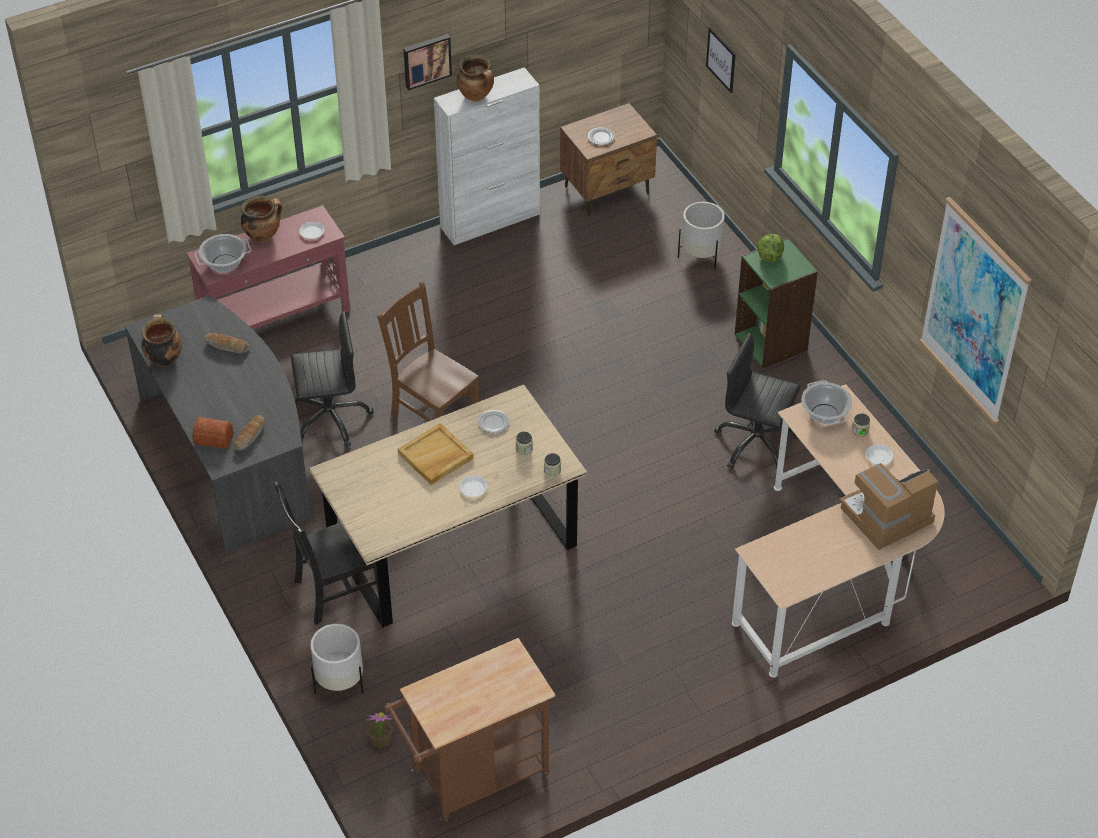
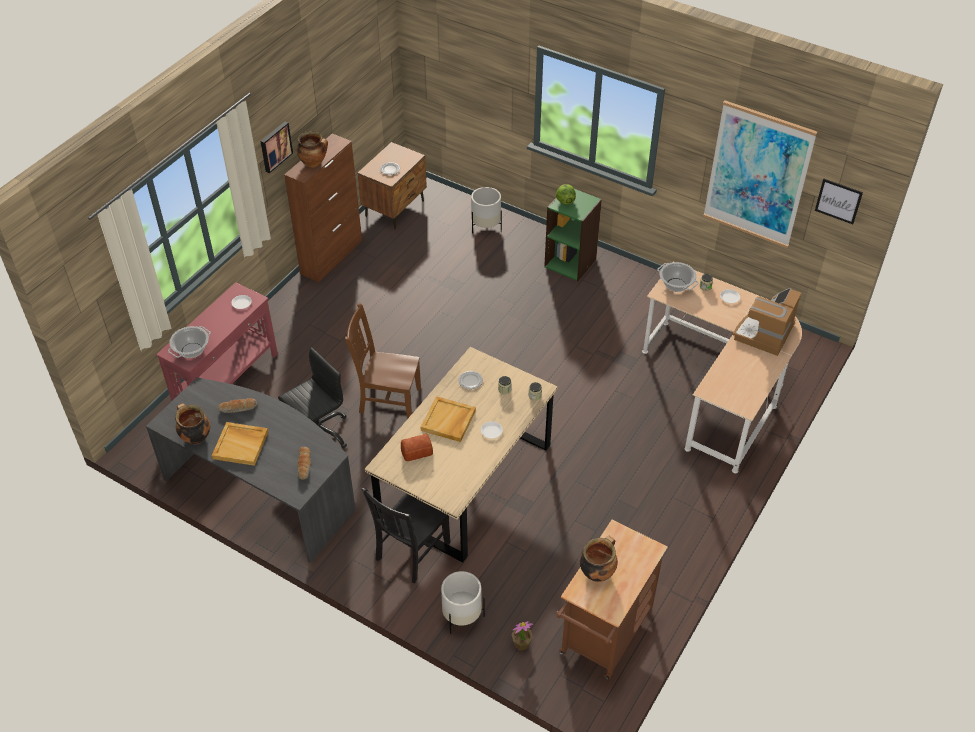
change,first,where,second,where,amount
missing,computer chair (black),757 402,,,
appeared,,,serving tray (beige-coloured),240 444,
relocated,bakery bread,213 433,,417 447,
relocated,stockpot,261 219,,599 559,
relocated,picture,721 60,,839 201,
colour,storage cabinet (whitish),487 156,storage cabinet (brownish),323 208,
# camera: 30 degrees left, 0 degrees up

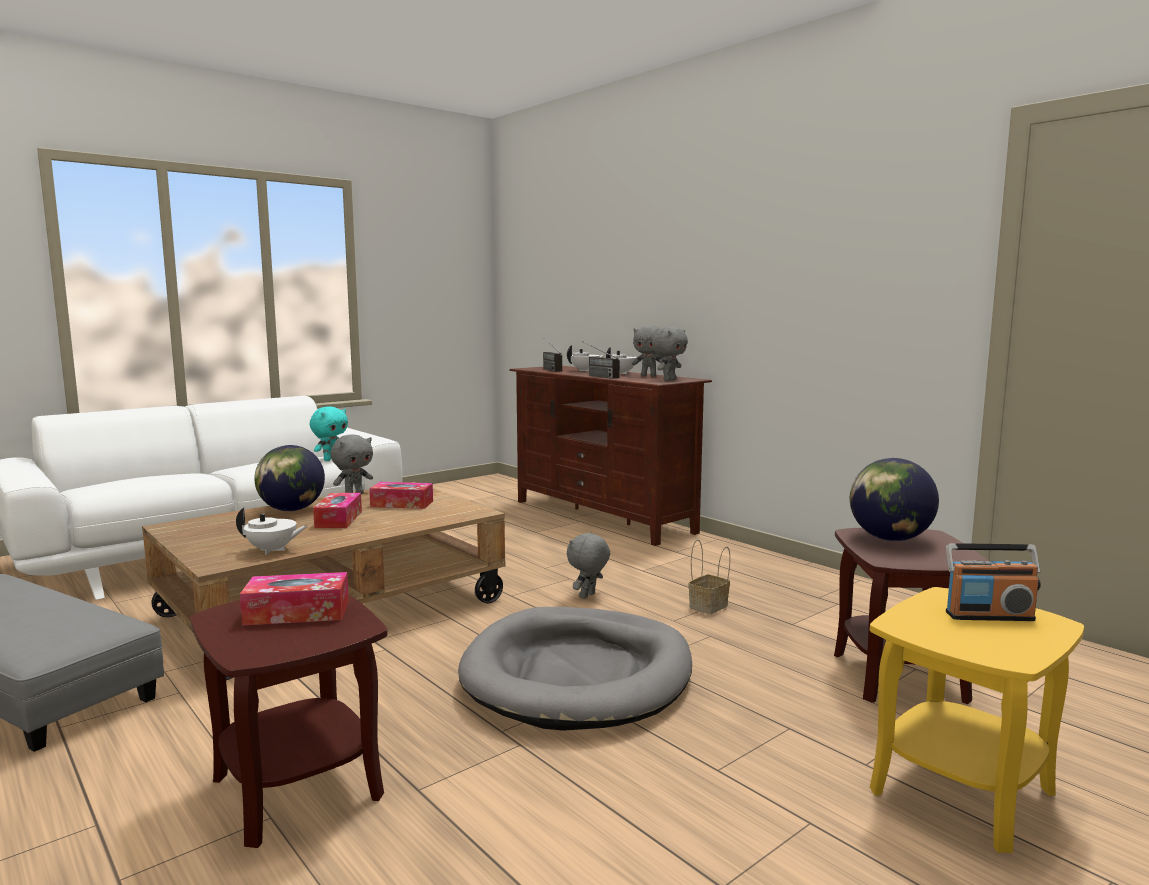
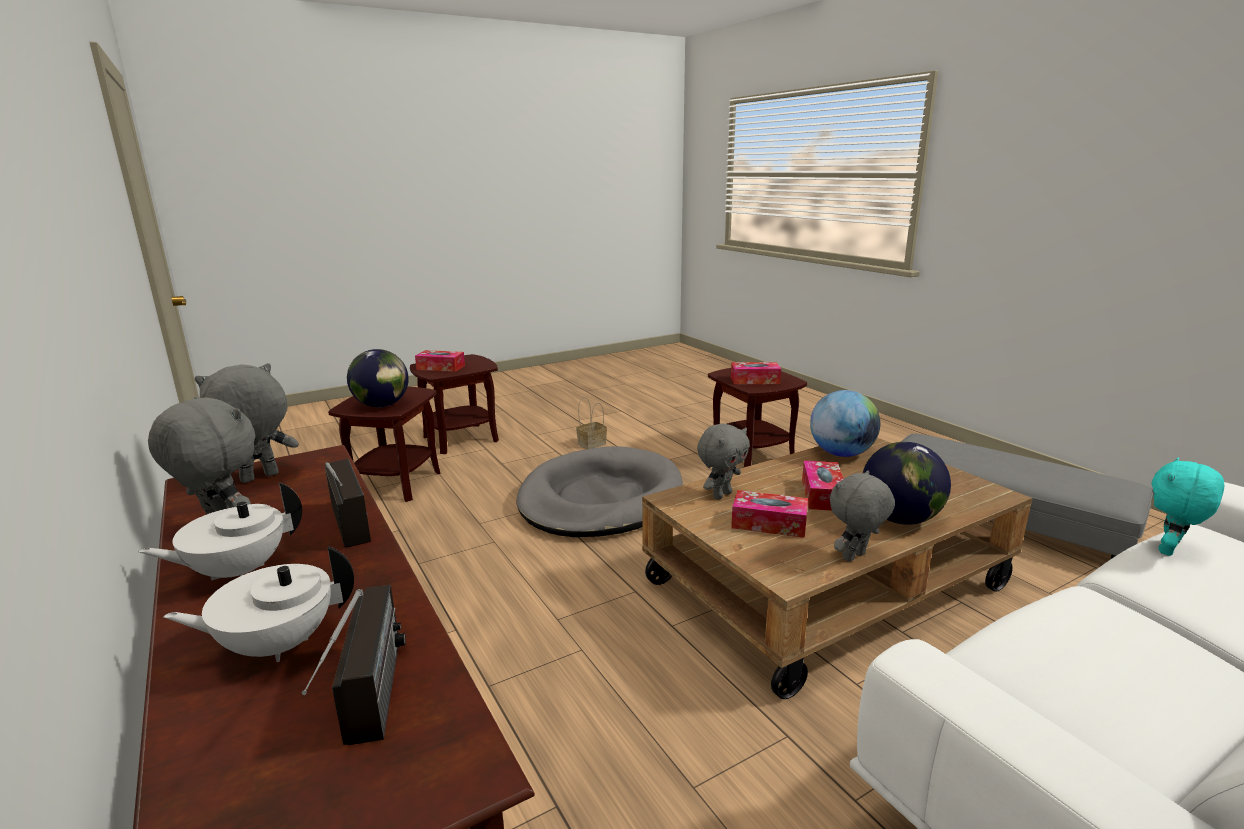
change,first,where,second,where,amount
relocated,soft toy (turquoise),329 434,,1187 506,
relocated,soft toy (grey),588 565,,723 461,
relocated,basket,709 577,,591 423,
exchanged,teapot (whitish),272 531,world globe,845 423,
exchanged,radio set,993 582,tissue holder,440 361,
colour,side table (yellow-coloured),977 720,side table (brownish),454 404,
# camera: 170 degrees left, 10 degrees up

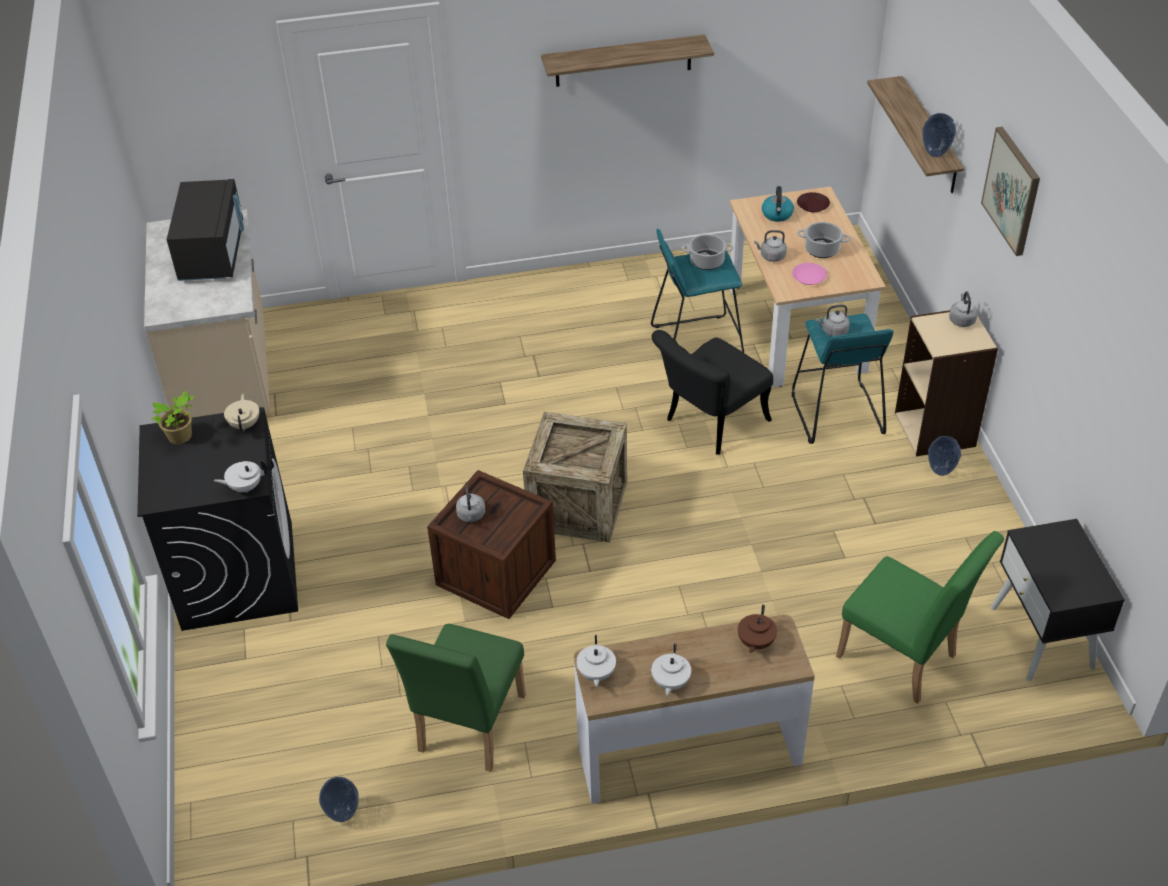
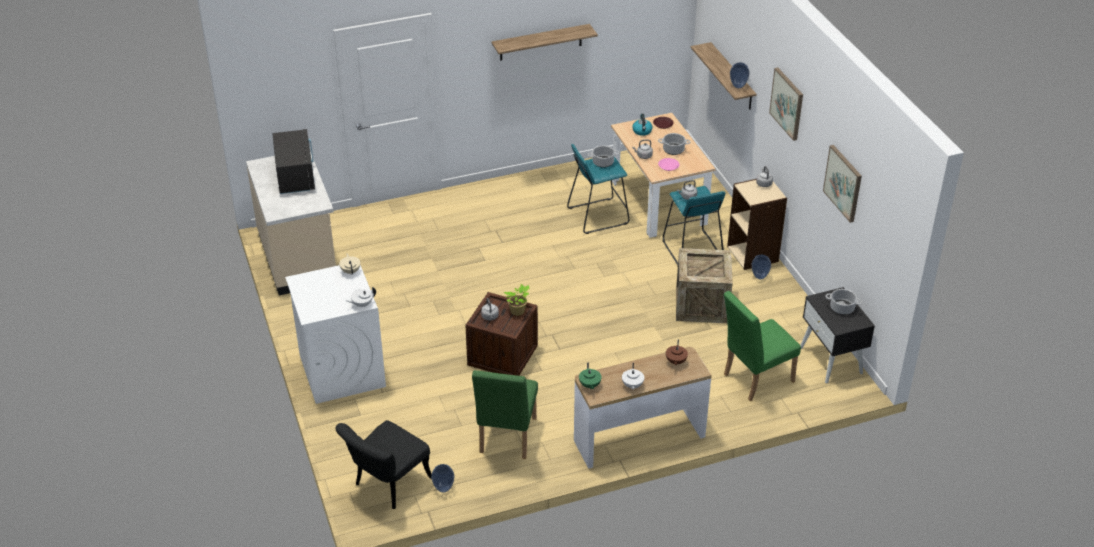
change,first,where,second,where,amount
appeared,,,picture,842 184,
appeared,,,stockpot,843 302,
relocated,houseplant,172 417,,516 300,
relocated,crate,575 477,,704 285,
relocated,chair (black),712 392,,384 464,
colour,laundry machine (black),217 519,laundry machine (whitish),335 334,
colour,teapot (whitish),596 661,teapot (greenish),590 376,
spun,chair (greenish),920 617,,762 346,120 degrees clockwise
# camera: 10 degrees left, 5 degrees down

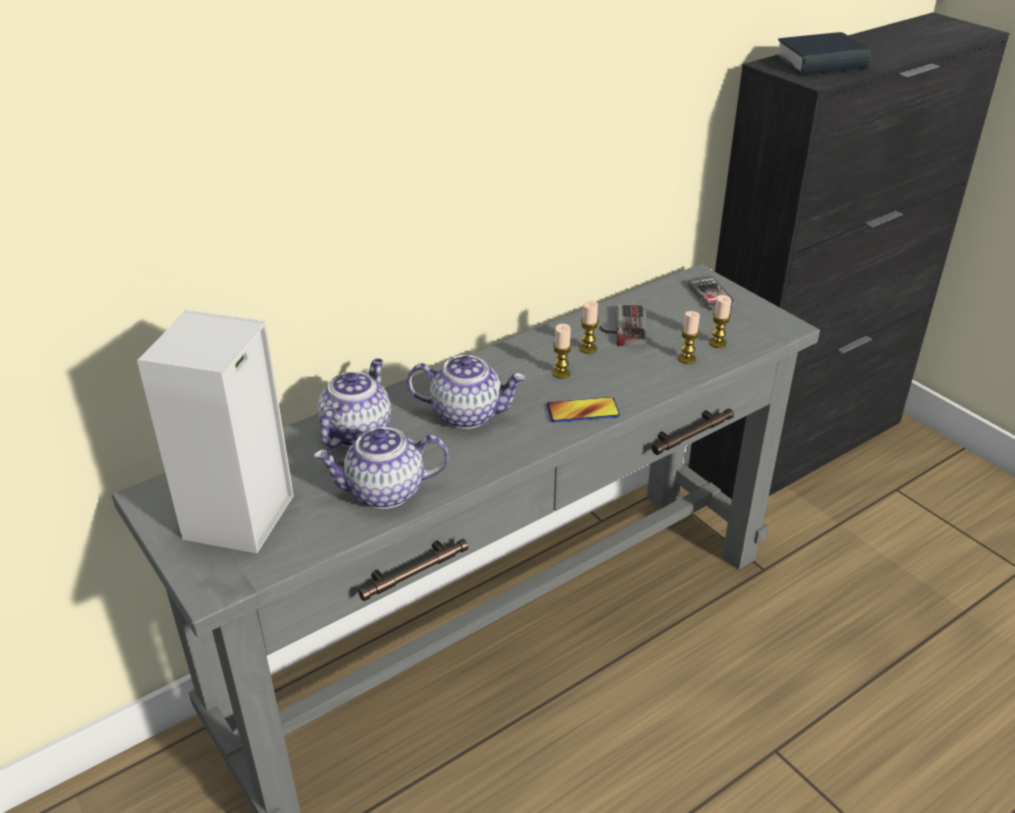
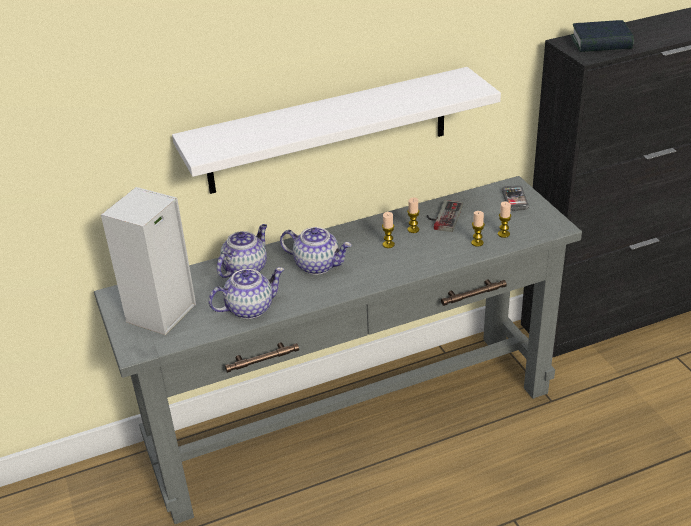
change,first,where,second,where,amount
missing,telephone,583 409,,,
appeared,,,shelf (whitish),336 130,
spun,teapot,381 468,,246 293,150 degrees clockwise
# camera: 15 degrees right, 0 degrees up

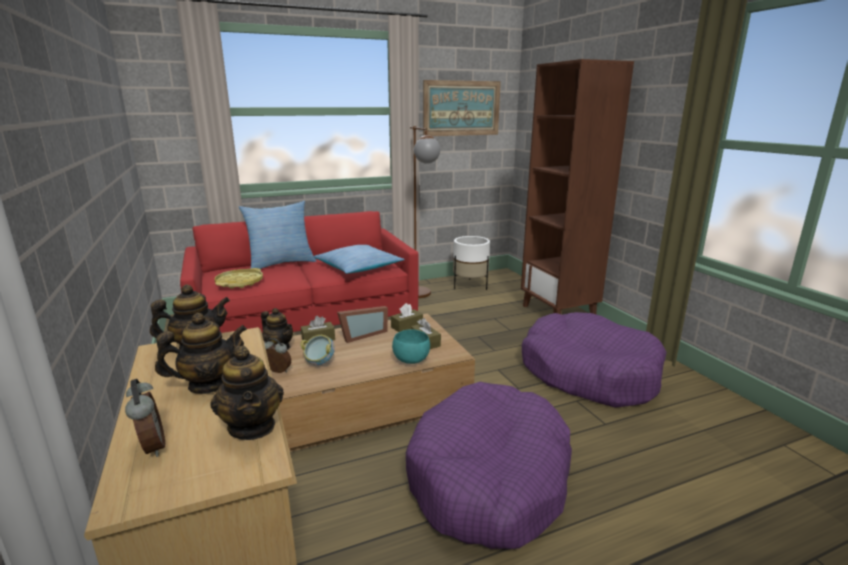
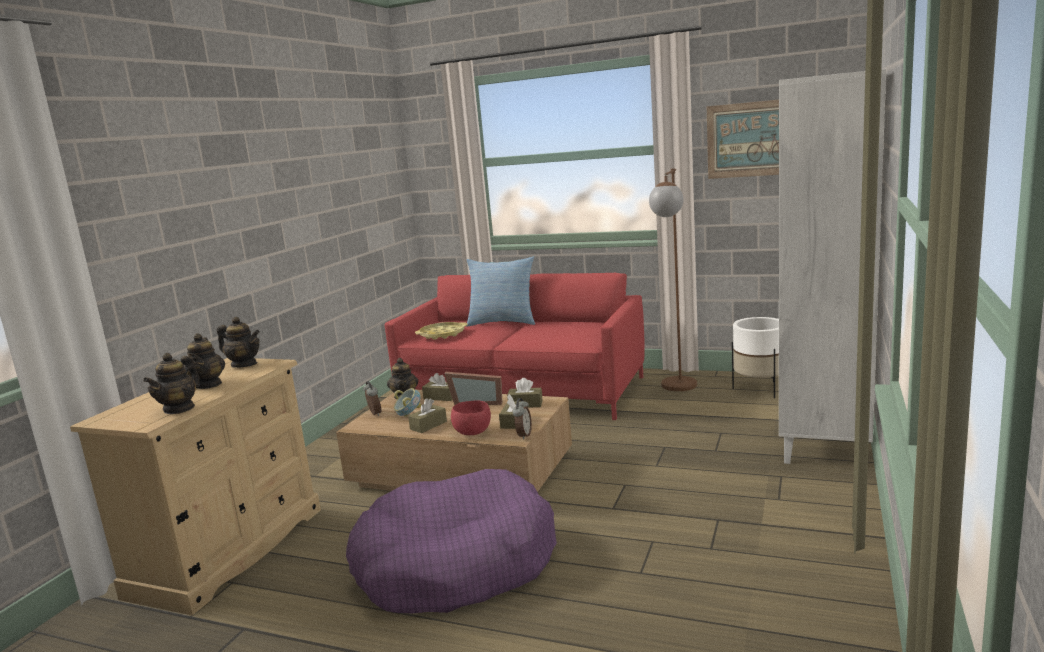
change,first,where,second,where,amount
missing,throw pillow,359 259,,,
missing,dog bed (purple-coloured),594 360,,,
appeared,,,tissue holder (brownish),427 415,
relocated,bedside clock,145 418,,522 419,
colour,serving bowl (turquoise),411 346,serving bowl (red),471 417,
colour,bookshelf (brownish),577 186,bookshelf (whitish),832 266,
spun,teapot,201 353,,204 361,60 degrees clockwise
# camera: 45 degrees right, 5 degrees down

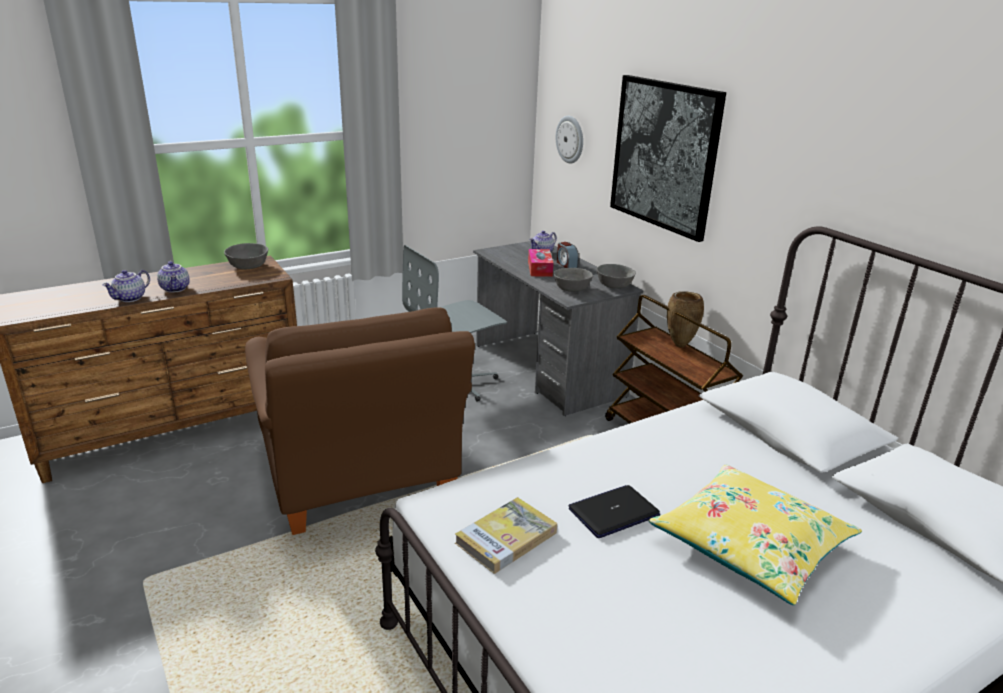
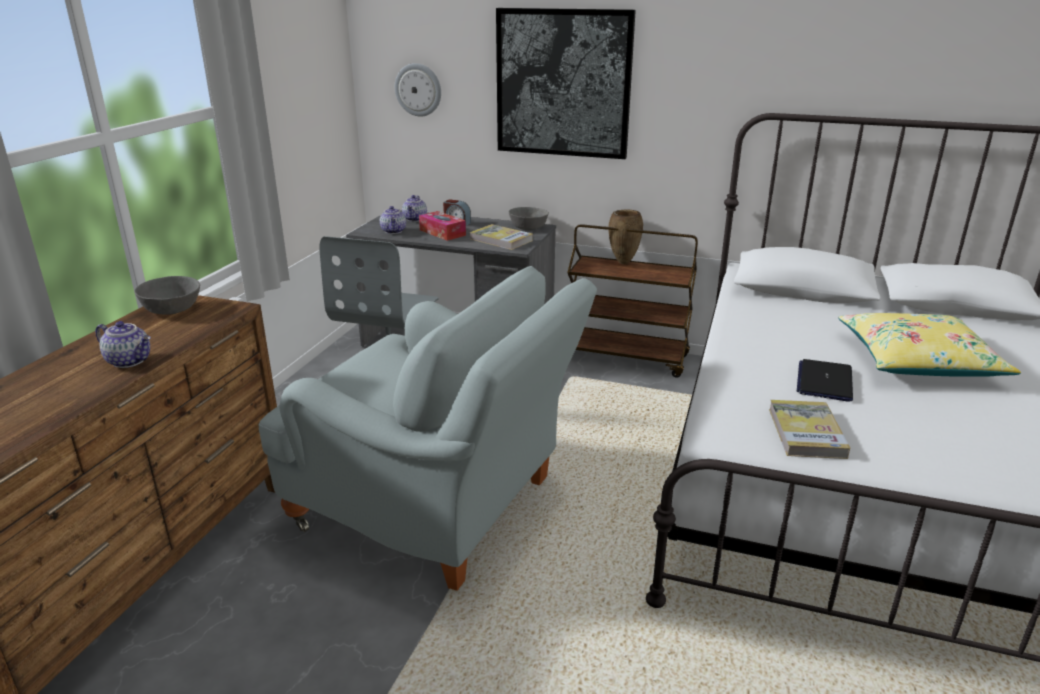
change,first,where,second,where,amount
relocated,teapot,126 286,,393 220,
exchanged,serving bowl (grey),573 280,book,501 237,
colour,armchair (brownish),360 421,armchair (grey),427 428,
# camera: 40 degrees left, 0 degrees up

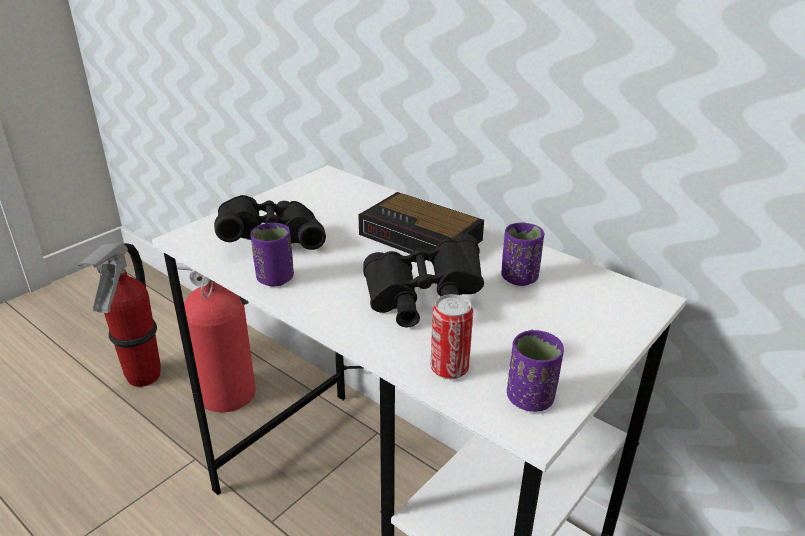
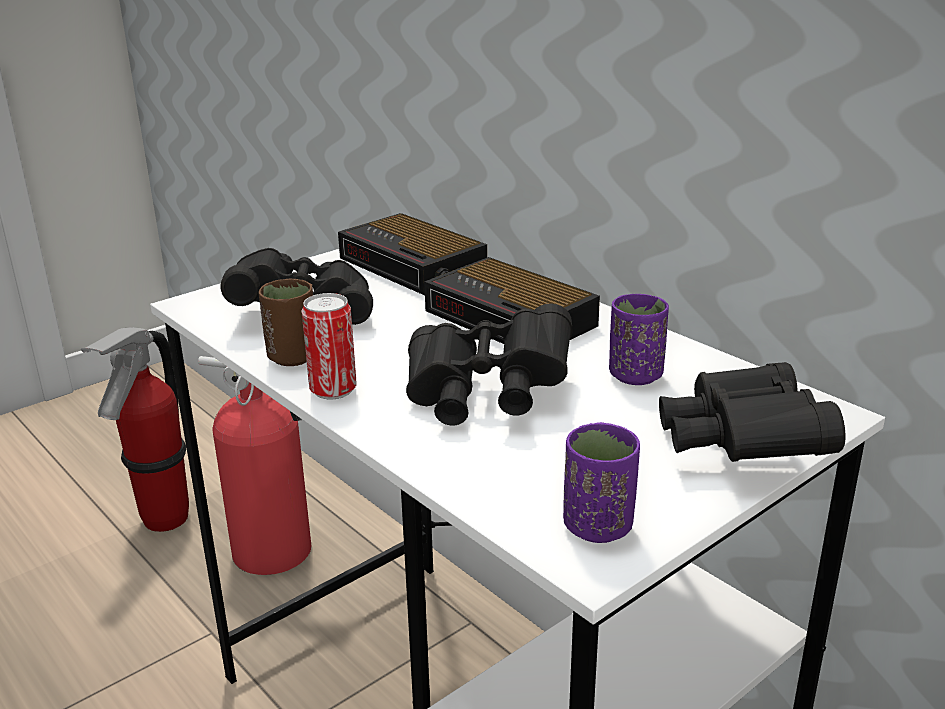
change,first,where,second,where,amount
appeared,,,bedside clock,412 254,
appeared,,,binoculars (black),752 412,
relocated,can,452 336,,329 346,
colour,cup (purple-coloured),272 255,cup (brownish),286 322,
# camera: 10 degrees right, 5 degrees down

